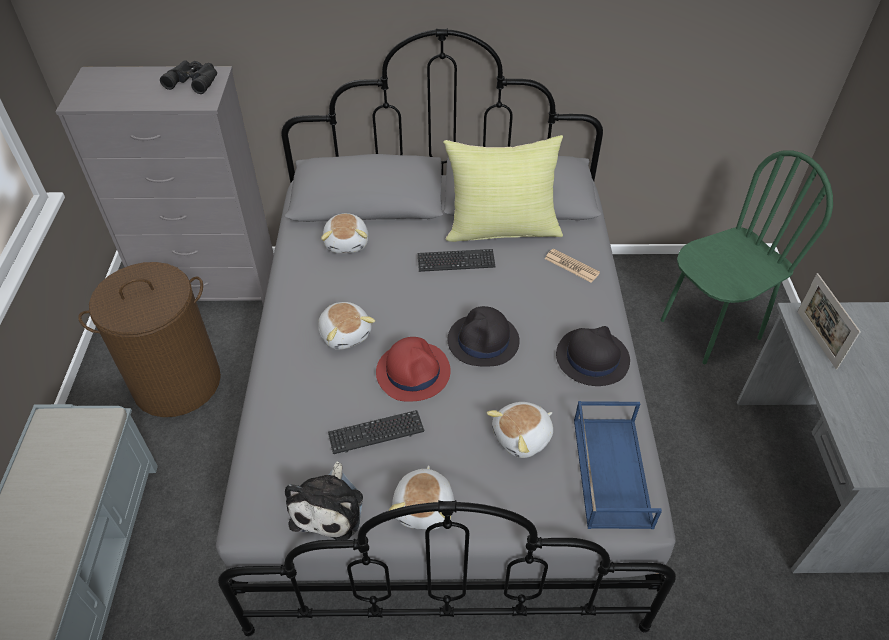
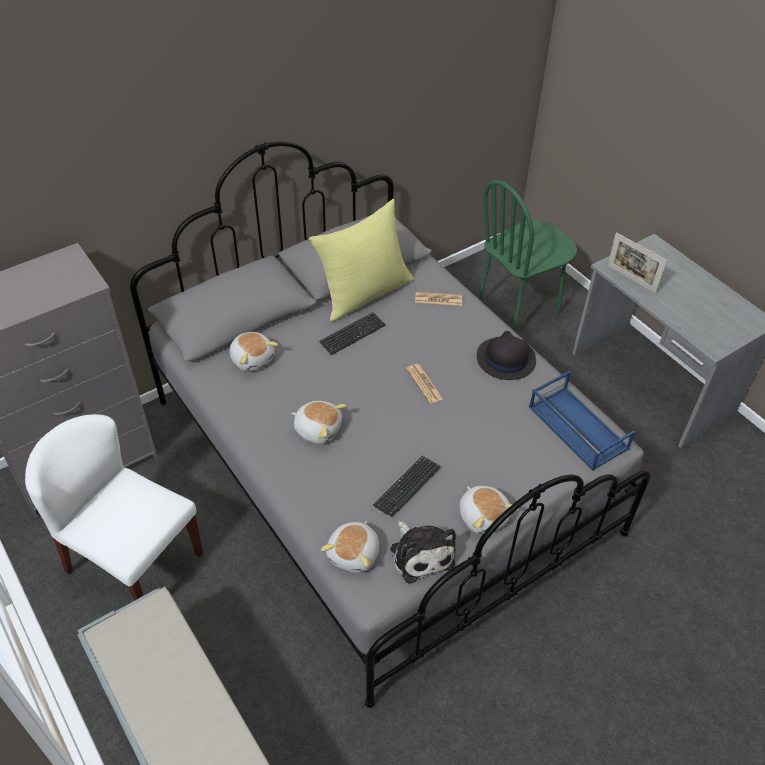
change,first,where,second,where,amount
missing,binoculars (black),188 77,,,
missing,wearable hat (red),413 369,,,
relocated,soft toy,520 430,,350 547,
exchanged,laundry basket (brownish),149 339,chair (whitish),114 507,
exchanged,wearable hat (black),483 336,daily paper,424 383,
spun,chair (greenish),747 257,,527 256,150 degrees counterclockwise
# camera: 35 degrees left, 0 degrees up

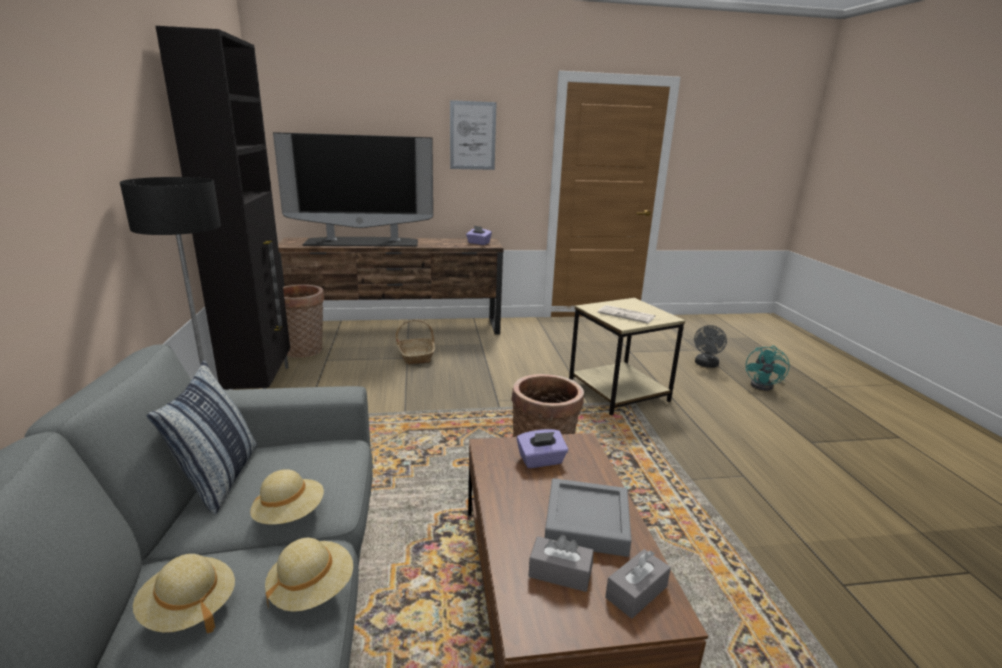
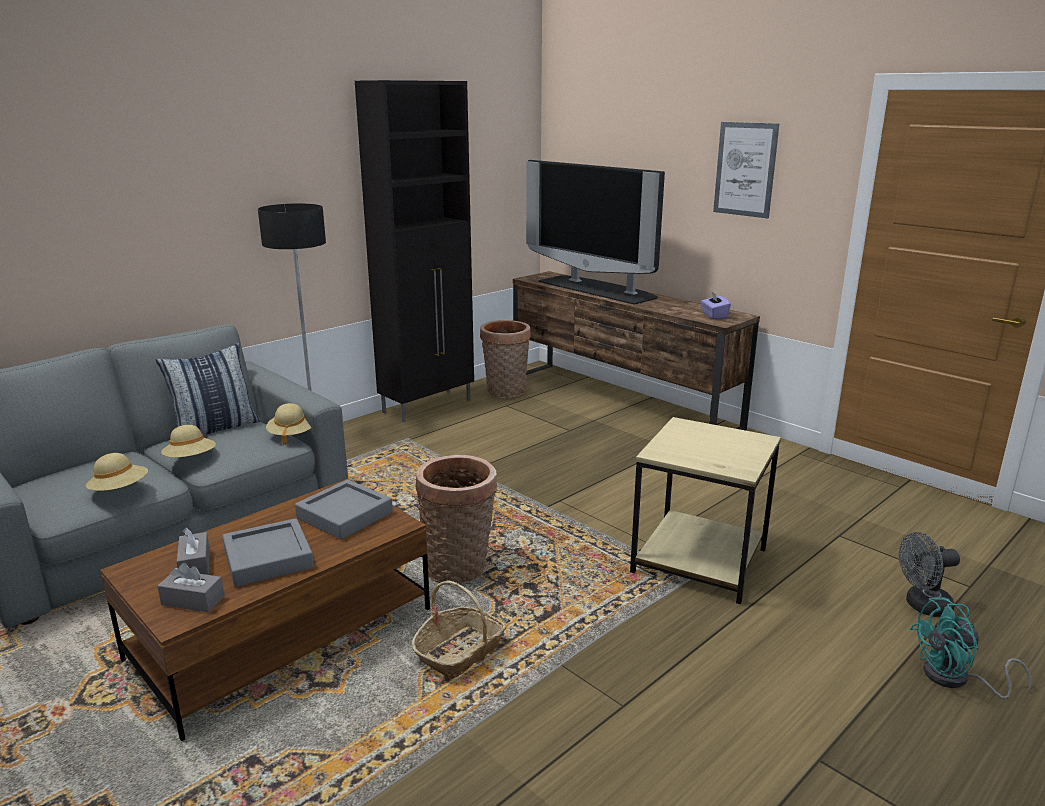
change,first,where,second,where,amount
missing,daily paper,626 314,,,
relocated,wearable hat (beige-coloured),184 593,,289 424,
relocated,basket,415 342,,458 629,
exchanged,tissue holder (purple-coloured),542 448,serving tray (grey),344 509,
# camera: 55 degrees right, 0 degrees up

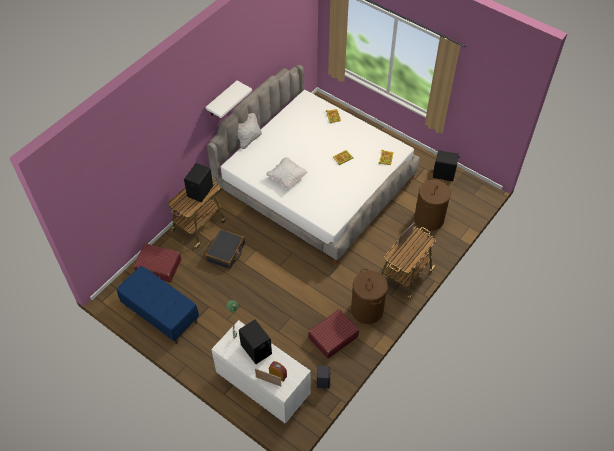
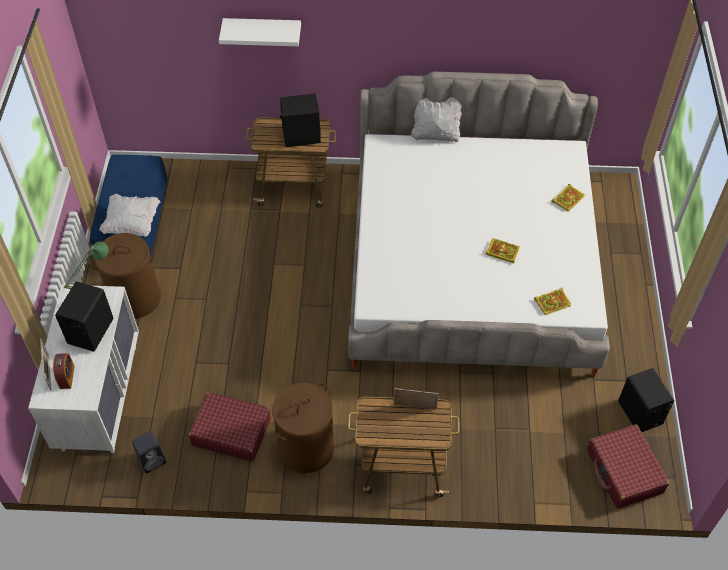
change,first,where,second,where,amount
missing,piece of luggage (black),225 249,,,
relocated,piece of luggage (red),157 262,,628 466,
relocated,shelf (whitish),229 99,,260 32,
relocated,throw pillow (whitish),287 173,,129 215,
relocated,laundry basket (brownish),432 205,,125 276,
# camera: 55 degrees right, 0 degrees up

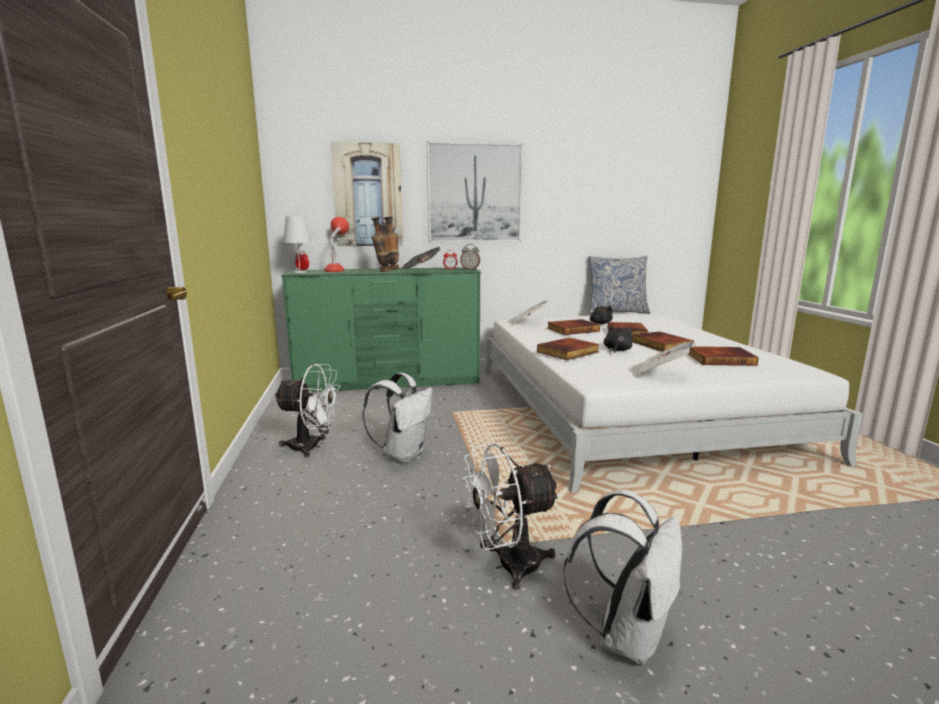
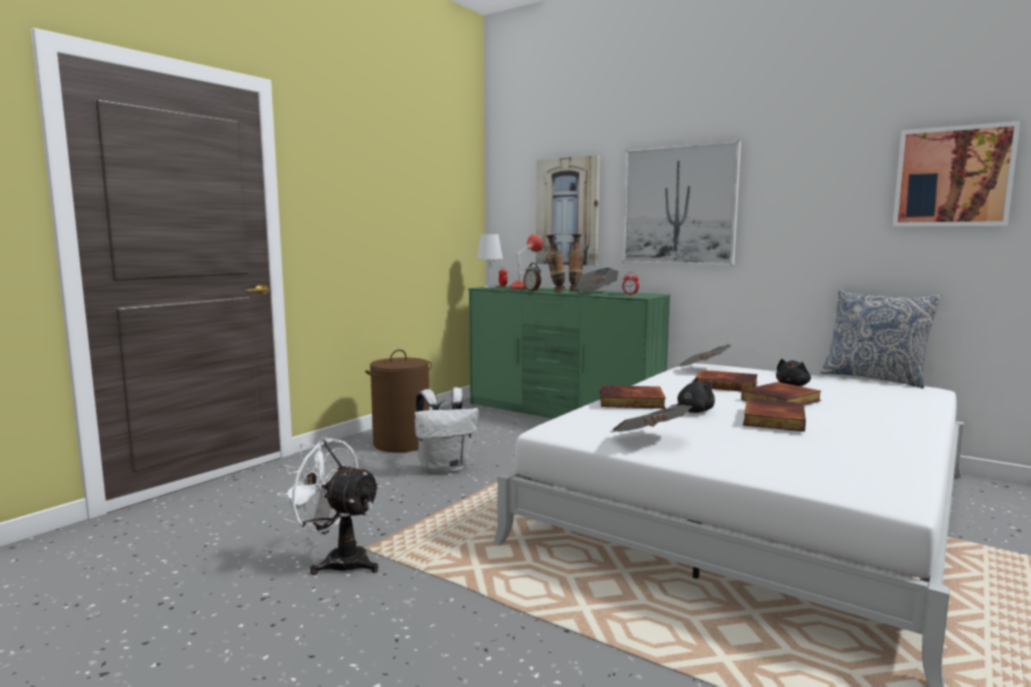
change,first,where,second,where,amount
missing,knapsack (whitish),622 577,,,
missing,book,723 356,,,
appeared,,,picture,956 174,
relocated,bedside clock,470 257,,532 277,
exchanged,electric fan (whitish),307 410,laundry basket (brownish),398 400,
# camera: 45 degrees right, 5 degrees down

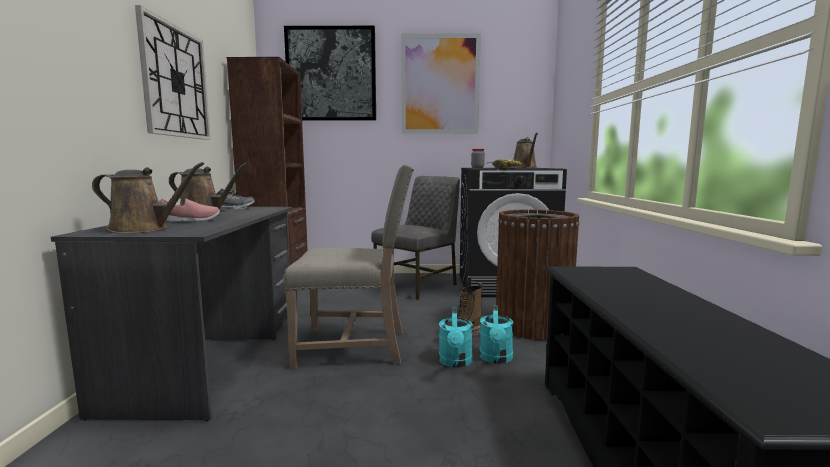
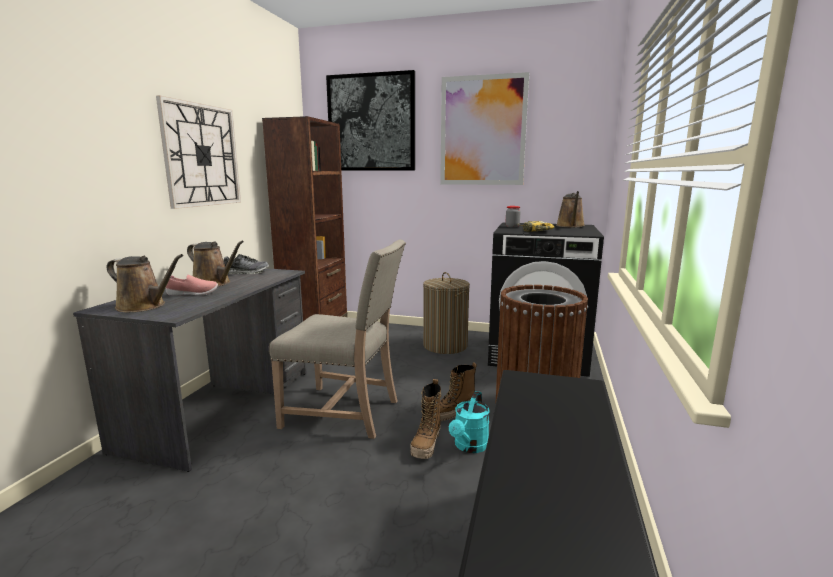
change,first,where,second,where,amount
exchanged,chair (grey),415 238,laundry basket,446 313,
exchanged,sprinkling can (turquoise),456 338,tall boot,425 419,
# camera: 15 degrees right, 5 degrees up

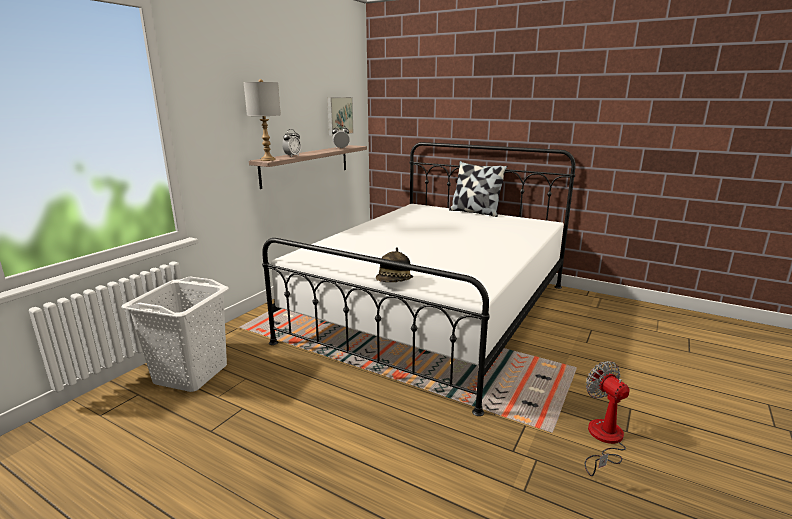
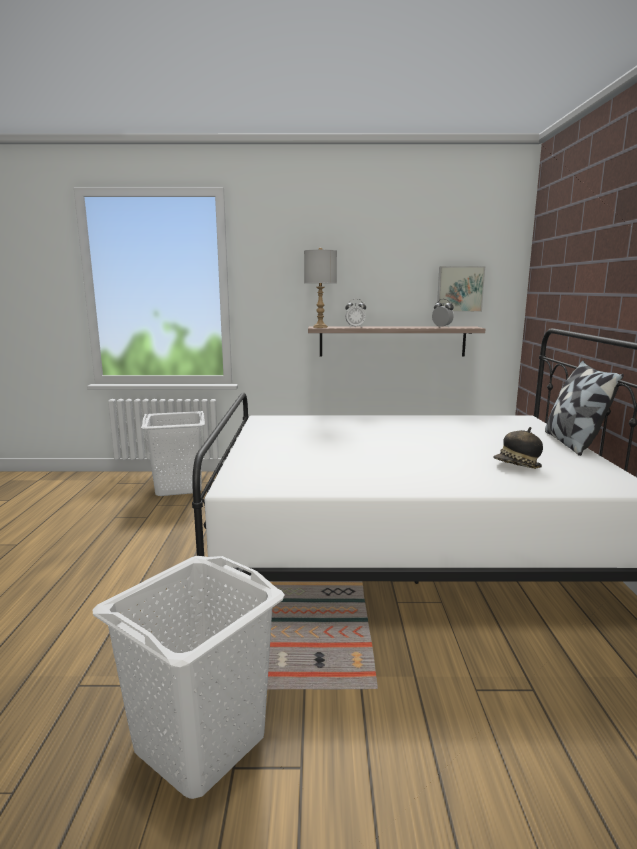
change,first,where,second,where,amount
relocated,wearable hat,394 265,,518 448,
exchanged,electric fan,607 418,laundry basket (whitish),188 677,
# camera: 60 degrees right, 5 degrees down

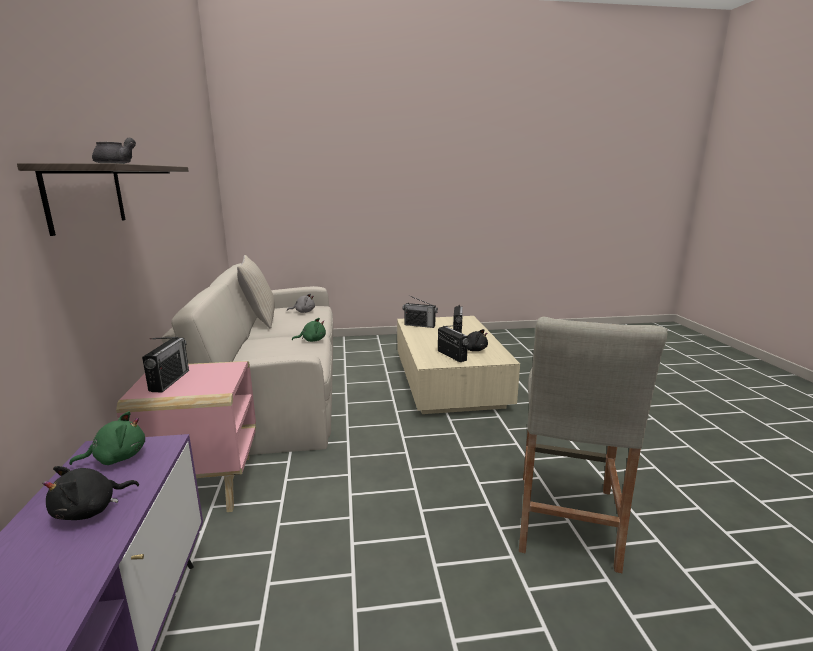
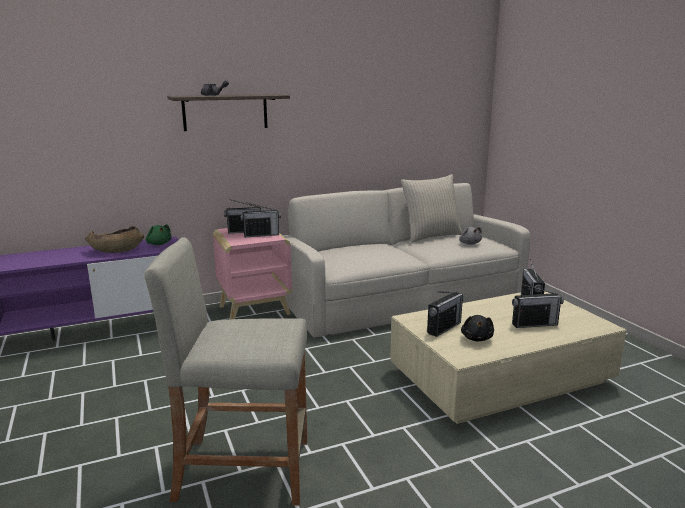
change,first,where,second,where,amount
missing,soft toy (greenish),309 330,,,
appeared,,,radio set,260 219,
exchanged,soft toy (black),91 493,serving bowl (brownish),114 239,
# camera: 75 degrees right, 0 degrees up

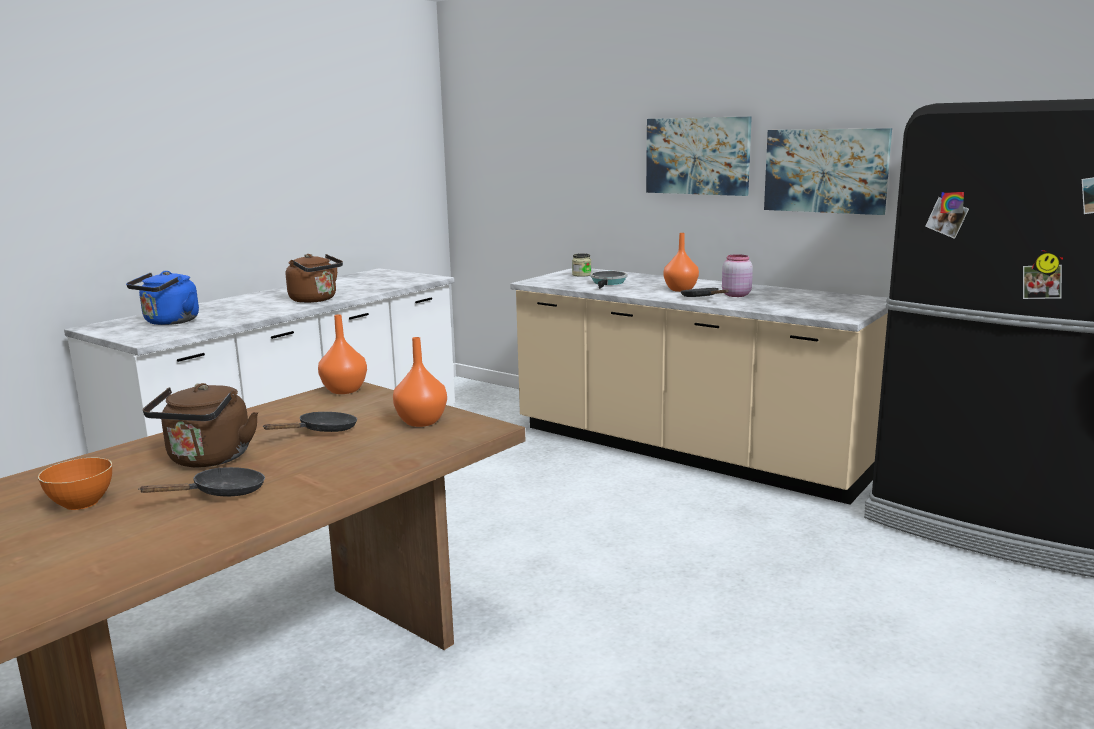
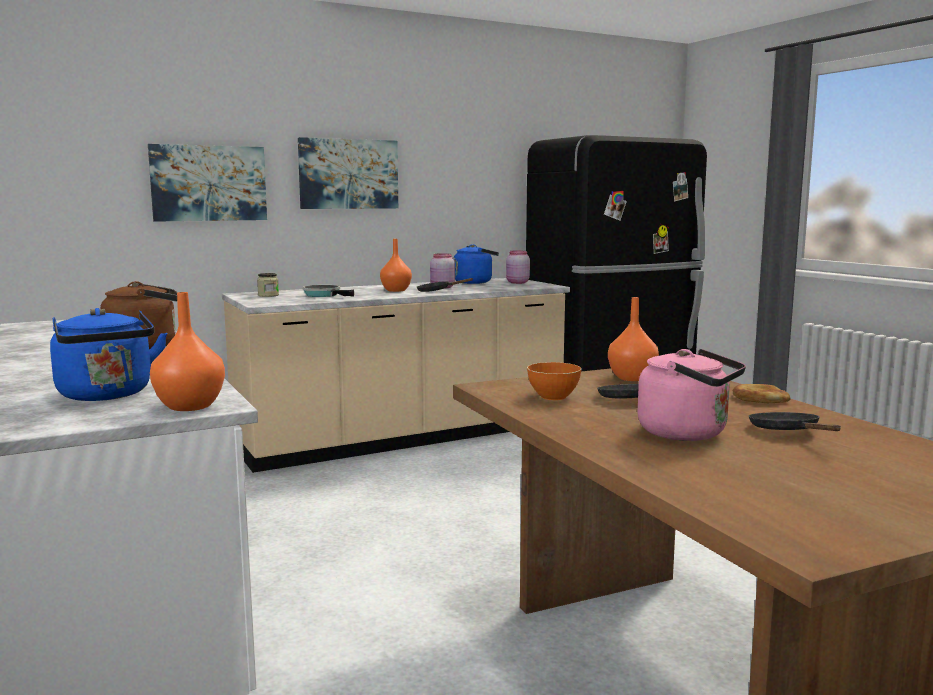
change,first,where,second,where,amount
appeared,,,tea kettle (blue),476 264,
appeared,,,preserve jar (pink-coloured),518 267,
appeared,,,bakery bread,761 393,
relocated,serving bowl (orange),75 484,,554 381,
relocated,vase (orange),342 354,,187 351,
relocated,picture,828 171,,207 183,
colour,tea kettle (brownish),200 425,tea kettle (pink-coloured),692 395,
# camera: 65 degrees left, 5 degrees down

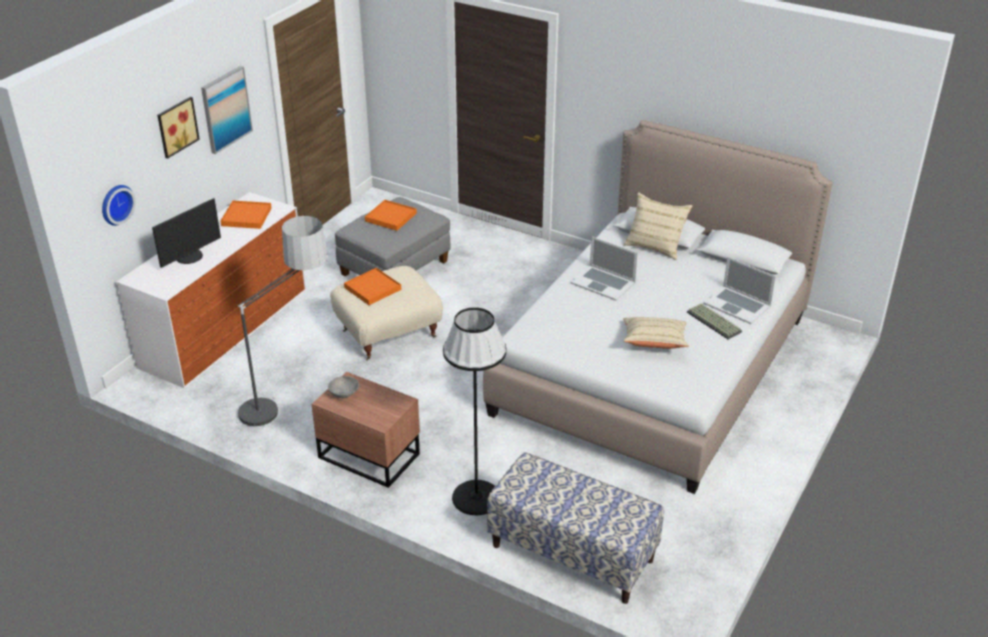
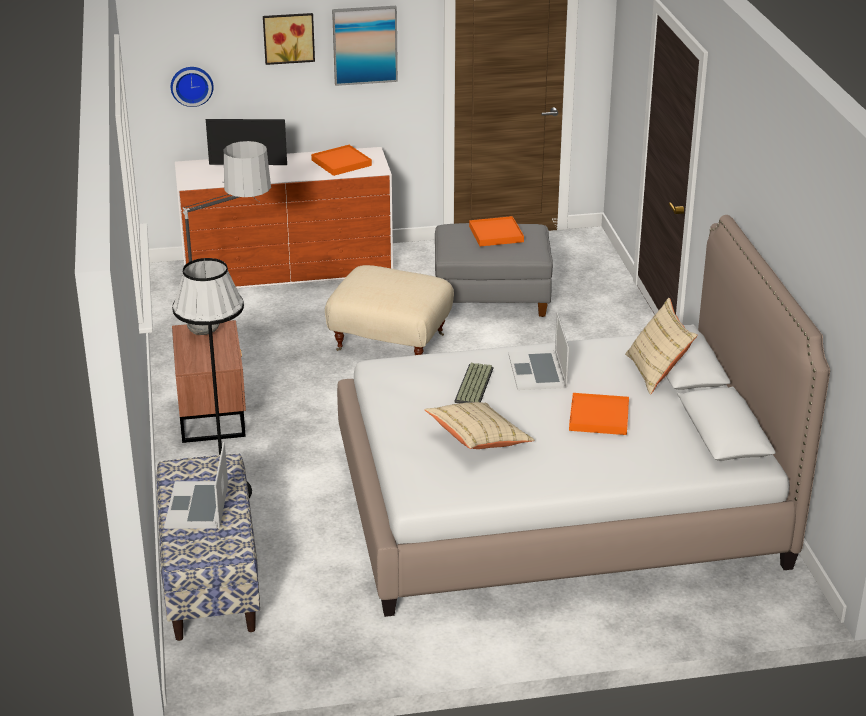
change,first,where,second,where,amount
relocated,serving tray (orange),372 286,,599 414,
relocated,keyboard,714 321,,473 383,
relocated,laptop,739 290,,196 485,
# camera: 50 degrees right, 5 degrees down

